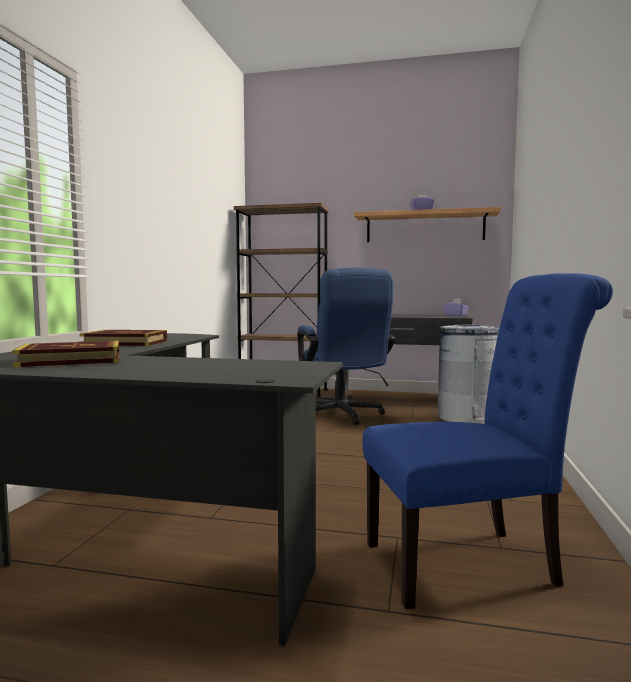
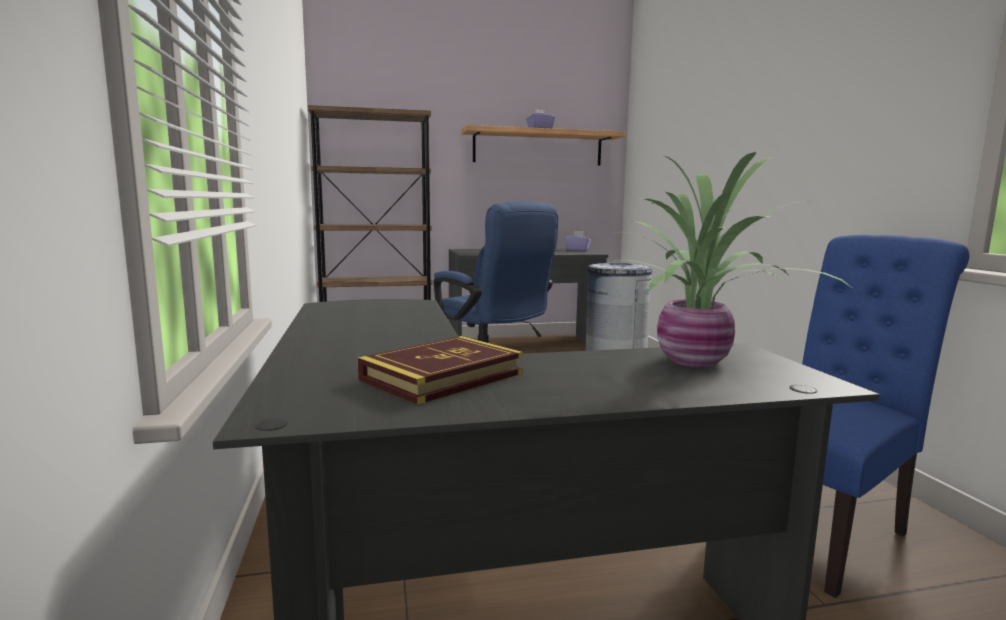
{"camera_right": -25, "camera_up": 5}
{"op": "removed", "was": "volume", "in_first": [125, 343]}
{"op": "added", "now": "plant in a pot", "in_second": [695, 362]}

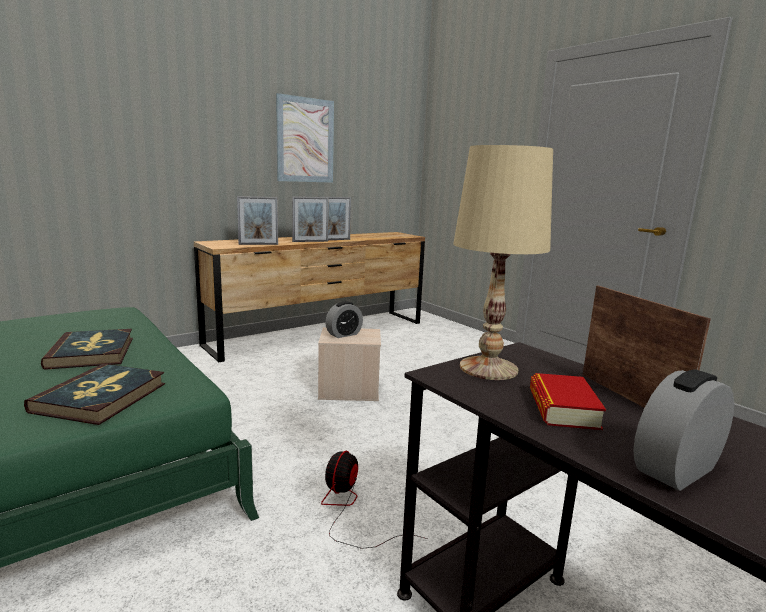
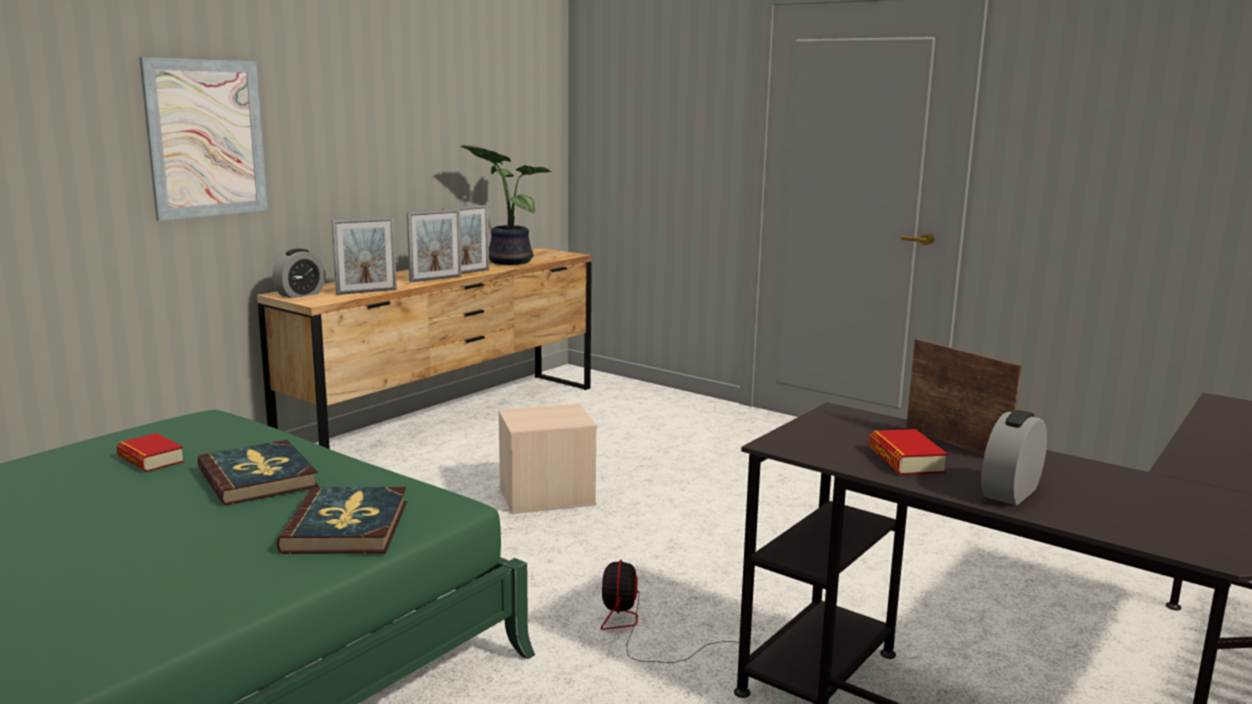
{"camera_right": -15, "camera_up": 0}
{"op": "removed", "was": "sand-coloured tabletop lamp", "in_first": [488, 369]}
{"op": "added", "now": "volume", "in_second": [151, 459]}
{"op": "added", "now": "plant in a pot", "in_second": [507, 261]}
{"op": "moved", "was": "wall art", "in_first": [305, 140], "in_second": [206, 138]}
{"op": "moved", "was": "table clock", "in_first": [344, 334], "in_second": [300, 294]}

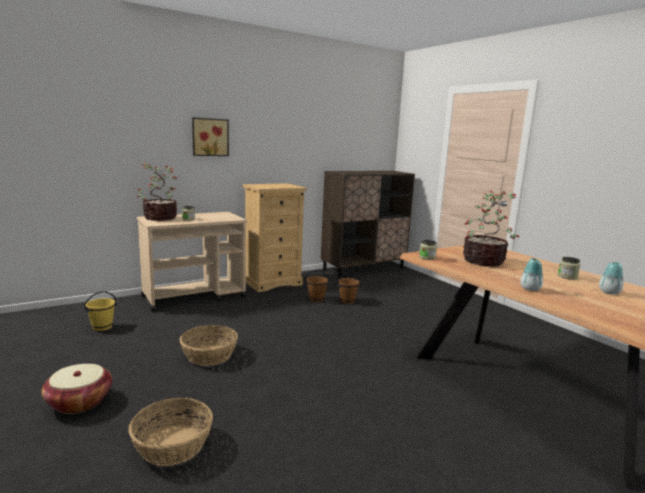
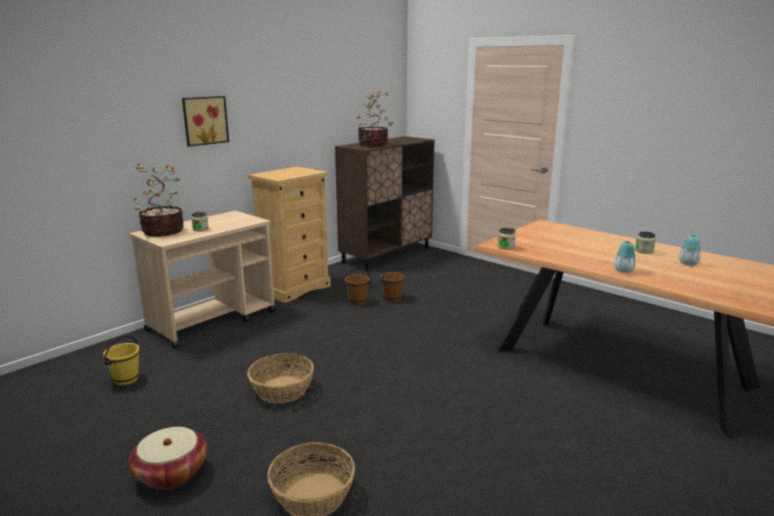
{"camera_right": -15, "camera_up": 5}
{"op": "moved", "was": "plant in a pot", "in_first": [484, 261], "in_second": [374, 145]}

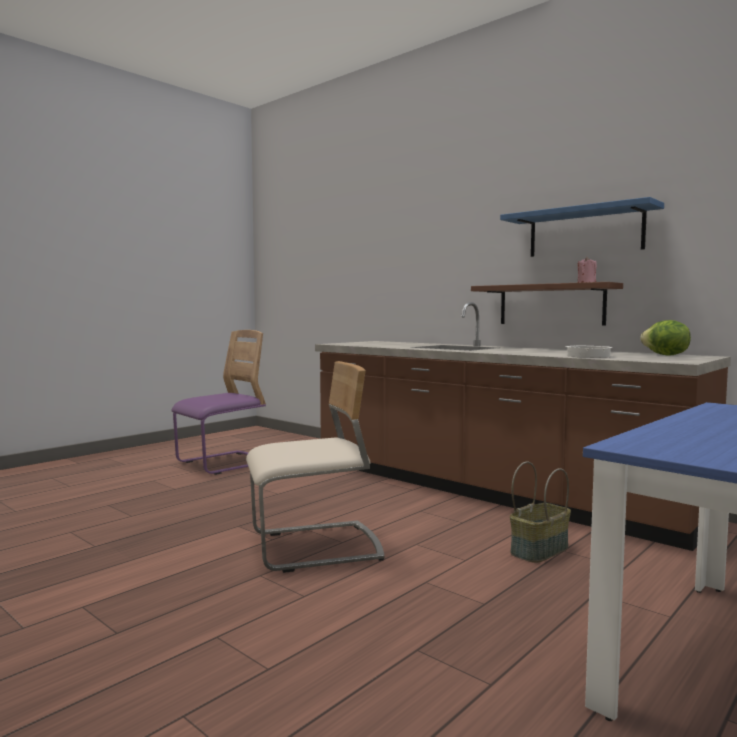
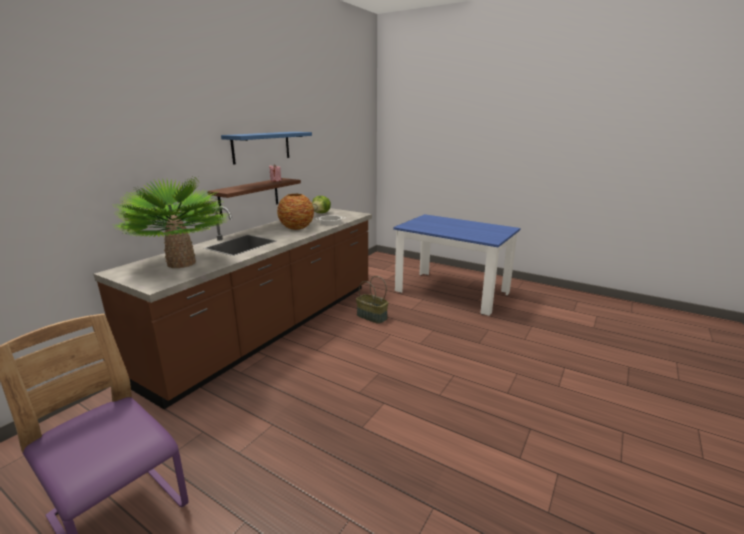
{"camera_right": -100, "camera_up": 15}
{"op": "removed", "was": "sand-coloured upright chair", "in_first": [315, 548]}
{"op": "added", "now": "plant in a pot", "in_second": [181, 263]}
{"op": "added", "now": "decorative vase", "in_second": [296, 227]}

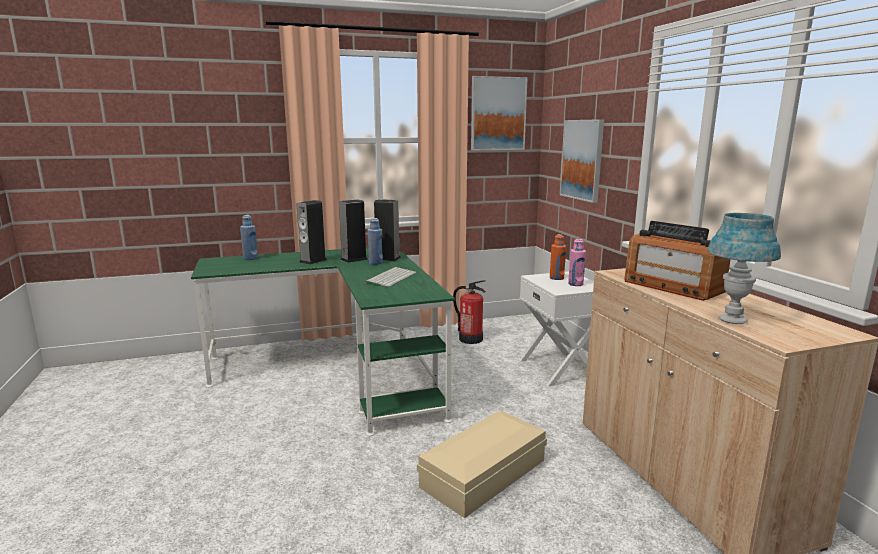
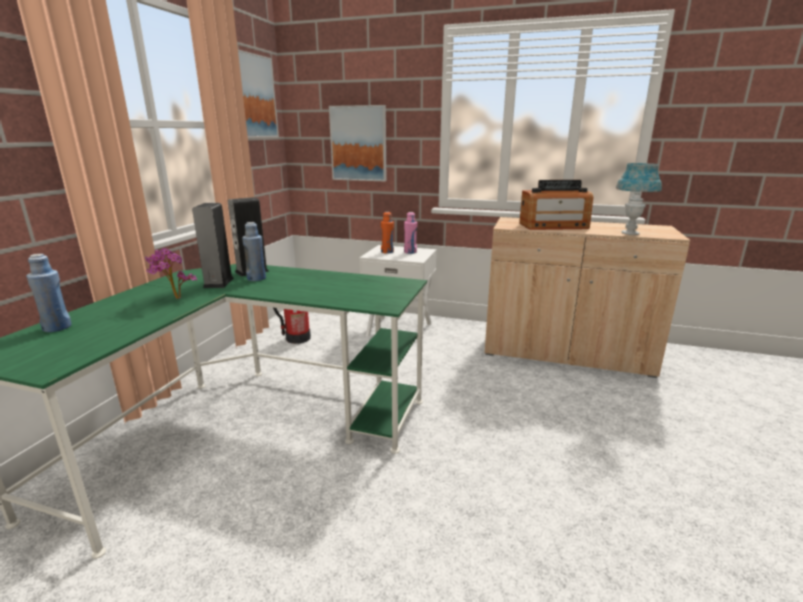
{"camera_right": -55, "camera_up": 5}
{"op": "removed", "was": "PC keyboard", "in_first": [391, 277]}
{"op": "removed", "was": "sand-coloured storage container", "in_first": [486, 473]}
{"op": "replaced", "was": "loudspeaker", "now": "plant in a pot", "in_first": [313, 261], "in_second": [174, 299]}

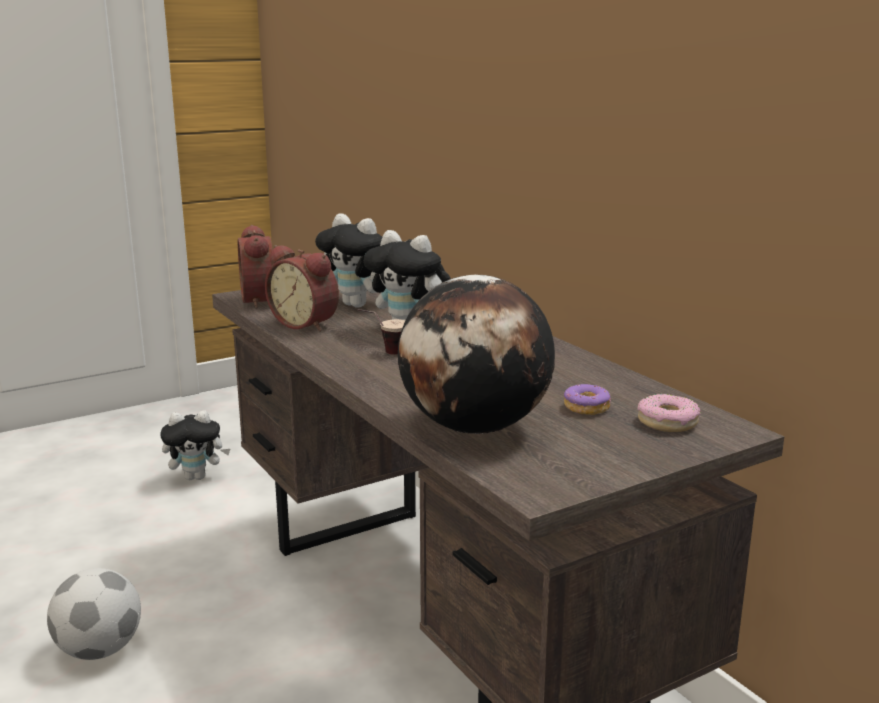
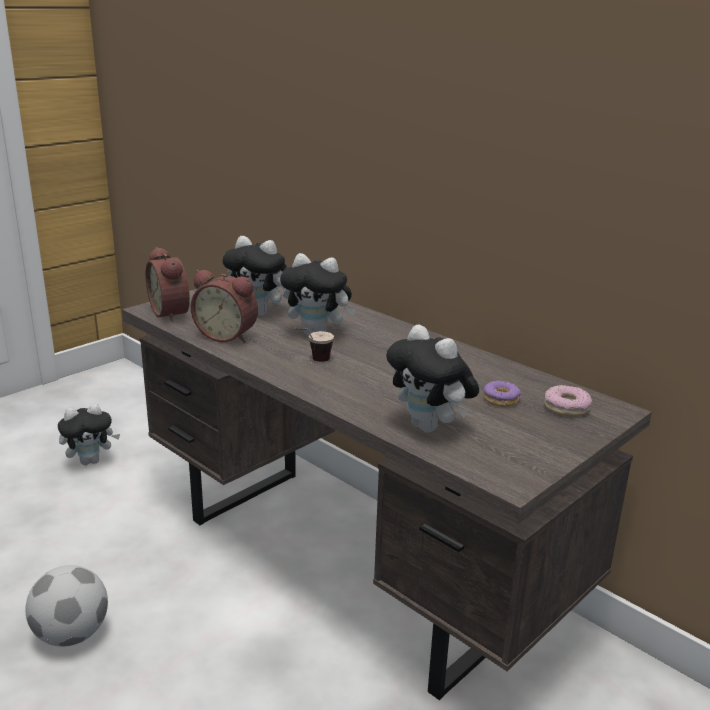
{"camera_right": -15, "camera_up": 5}
{"op": "replaced", "was": "globe", "now": "cuddly toy", "in_first": [475, 427], "in_second": [430, 427]}

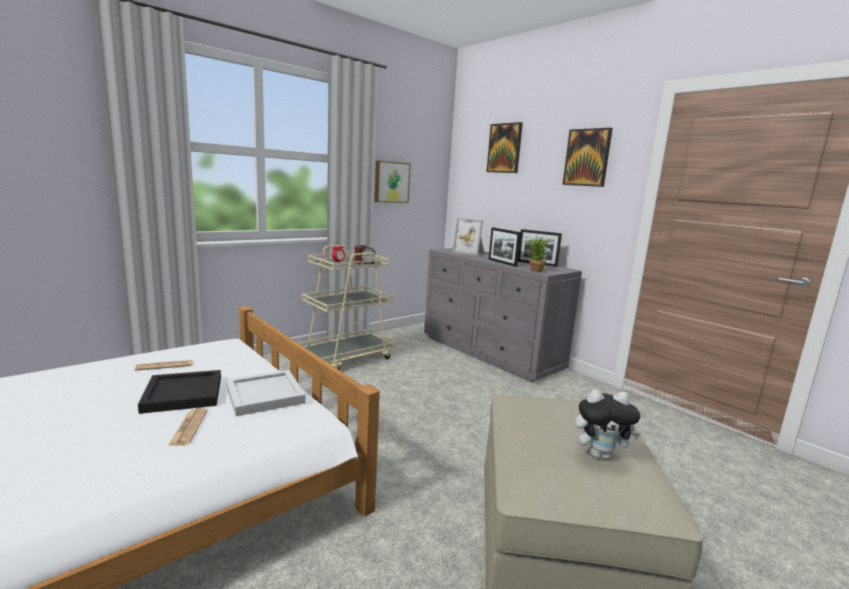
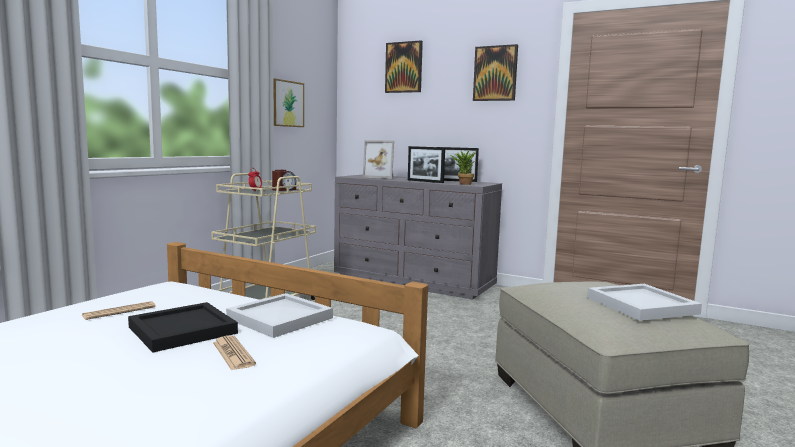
{"camera_right": -20, "camera_up": -5}
{"op": "replaced", "was": "cuddly toy", "now": "whitish carrying tray", "in_first": [600, 455], "in_second": [641, 305]}

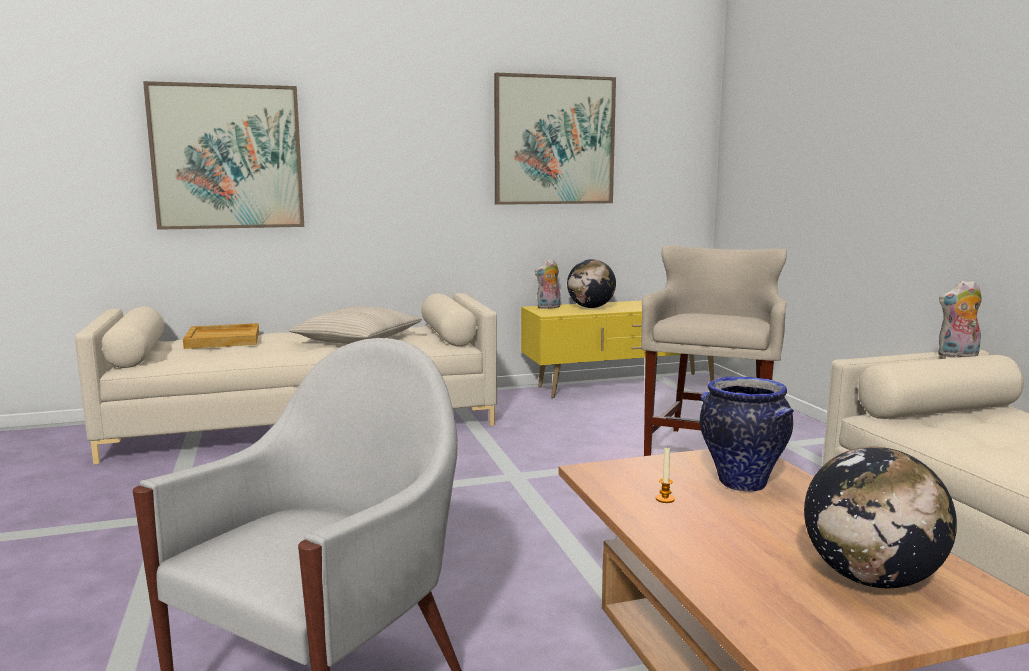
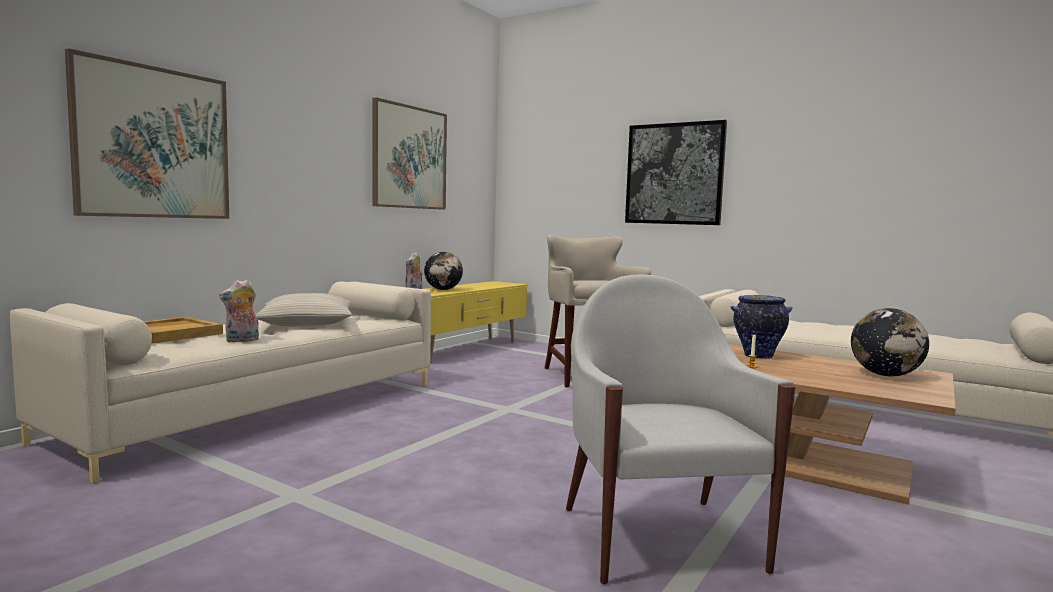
{"camera_right": -40, "camera_up": -5}
{"op": "added", "now": "wall art", "in_second": [674, 174]}
{"op": "moved", "was": "cuddly toy", "in_first": [957, 356], "in_second": [242, 340]}

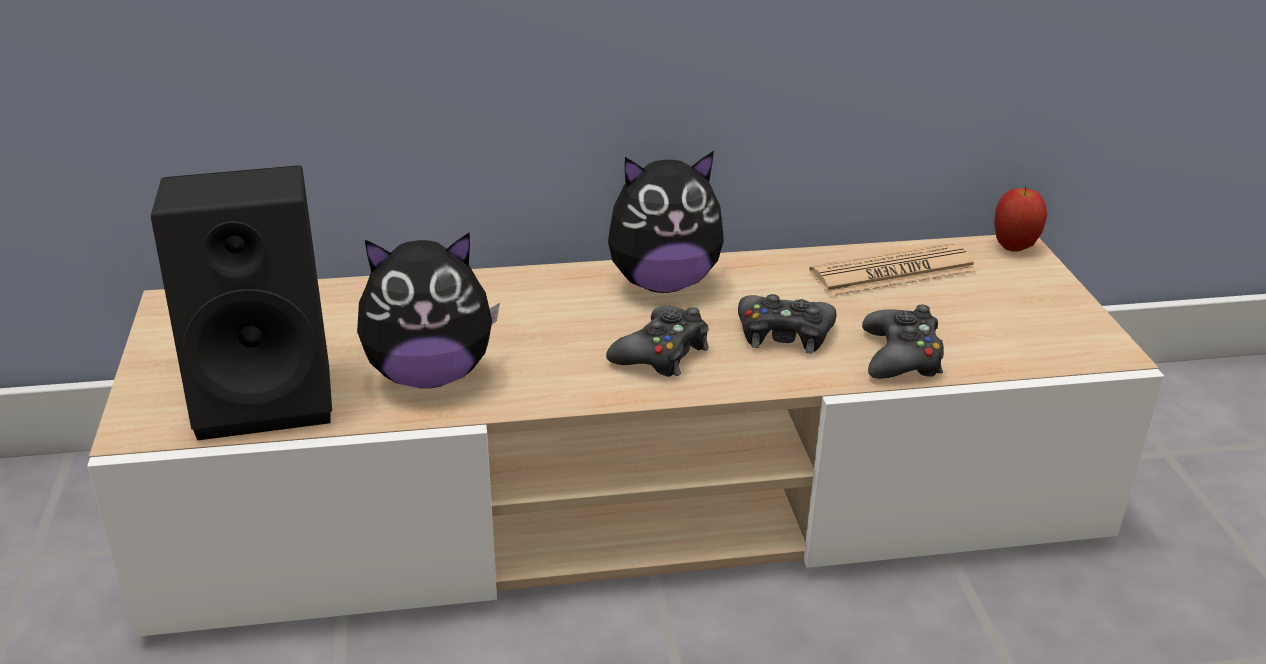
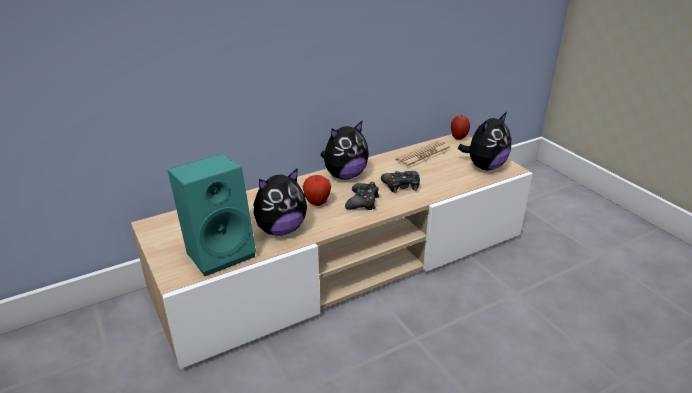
{"camera_right": -20, "camera_up": 0}
{"op": "removed", "was": "blackish gamepad", "in_first": [901, 357]}
{"op": "added", "now": "whole apple", "in_second": [317, 203]}
{"op": "added", "now": "cuddly toy", "in_second": [484, 166]}
{"op": "recoloured", "was": "blackish loudspeaker", "now": "turquoise-coloured loudspeaker", "in_first": [269, 394], "in_second": [220, 251]}

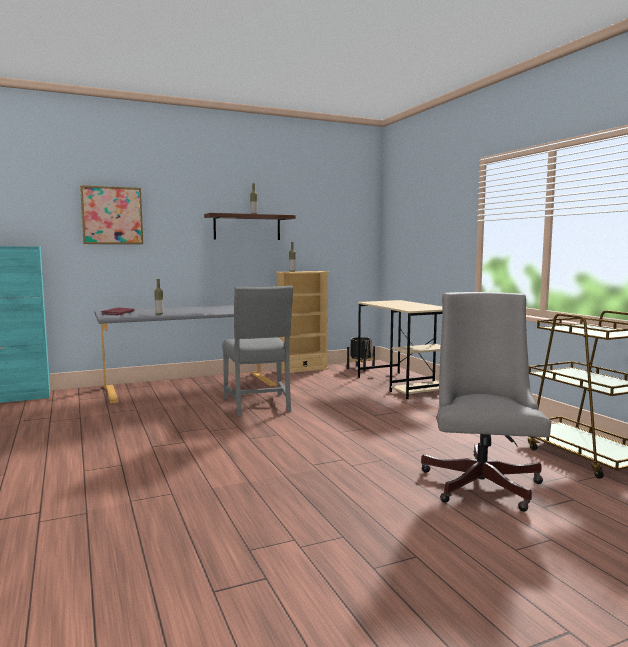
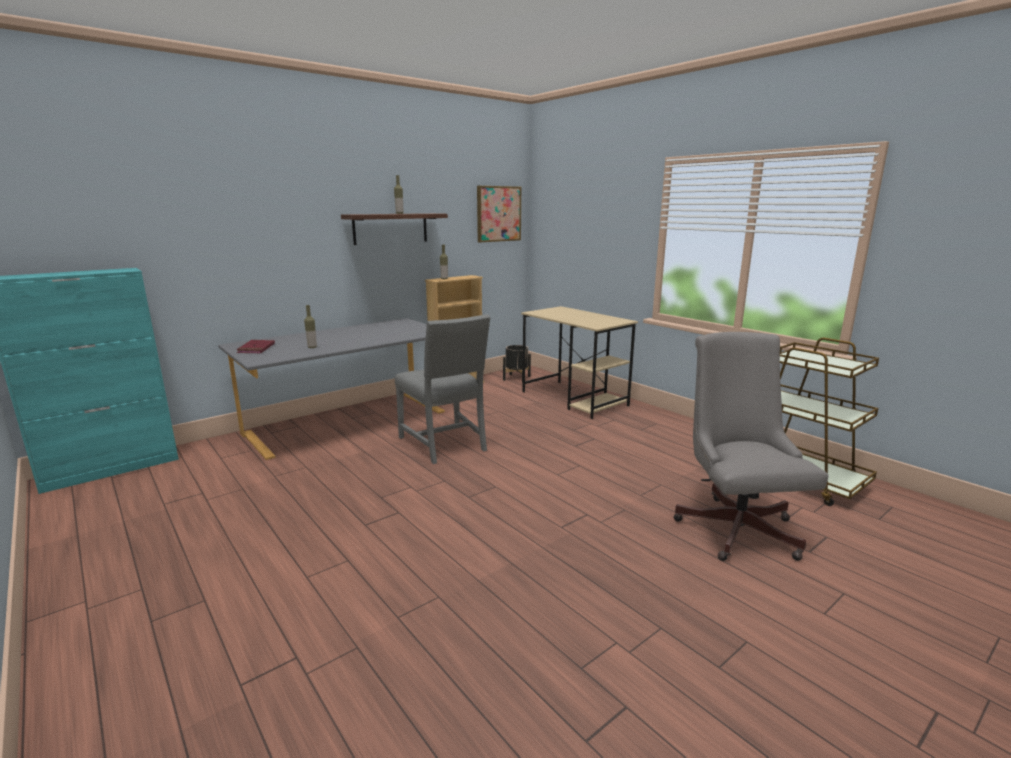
{"camera_right": -15, "camera_up": 10}
{"op": "moved", "was": "wall art", "in_first": [112, 215], "in_second": [498, 214]}

